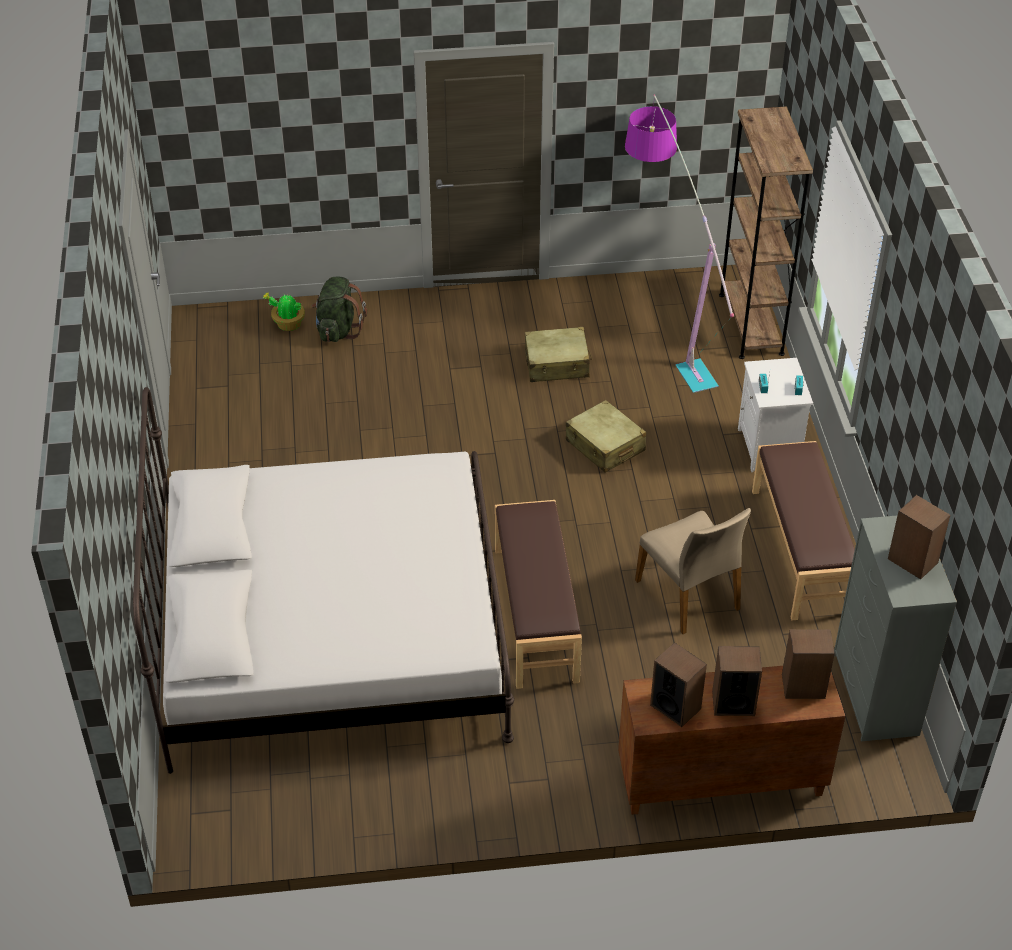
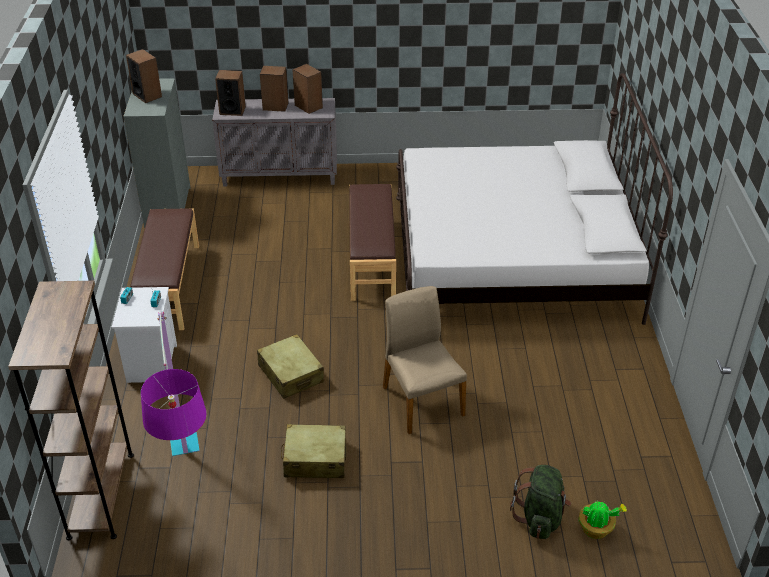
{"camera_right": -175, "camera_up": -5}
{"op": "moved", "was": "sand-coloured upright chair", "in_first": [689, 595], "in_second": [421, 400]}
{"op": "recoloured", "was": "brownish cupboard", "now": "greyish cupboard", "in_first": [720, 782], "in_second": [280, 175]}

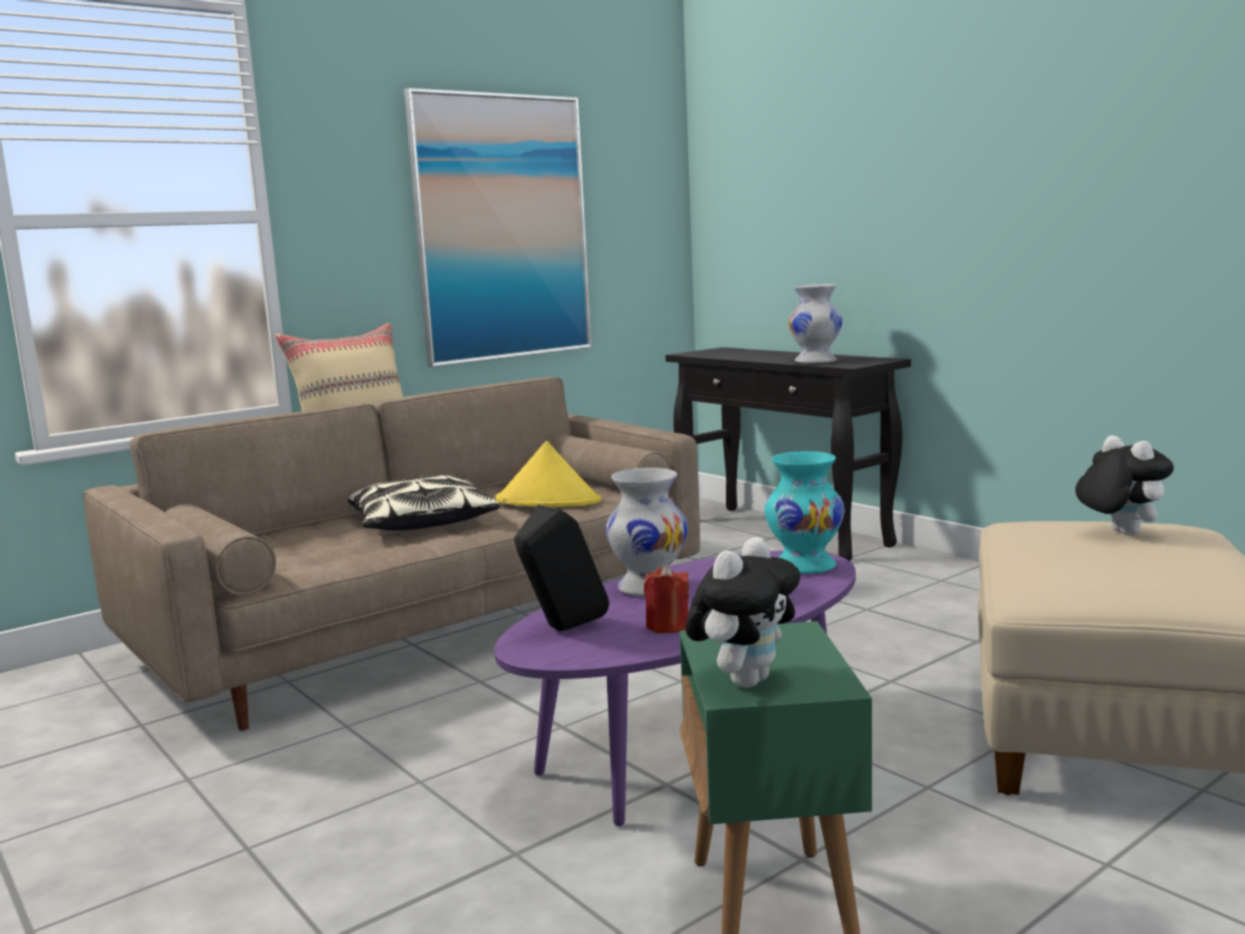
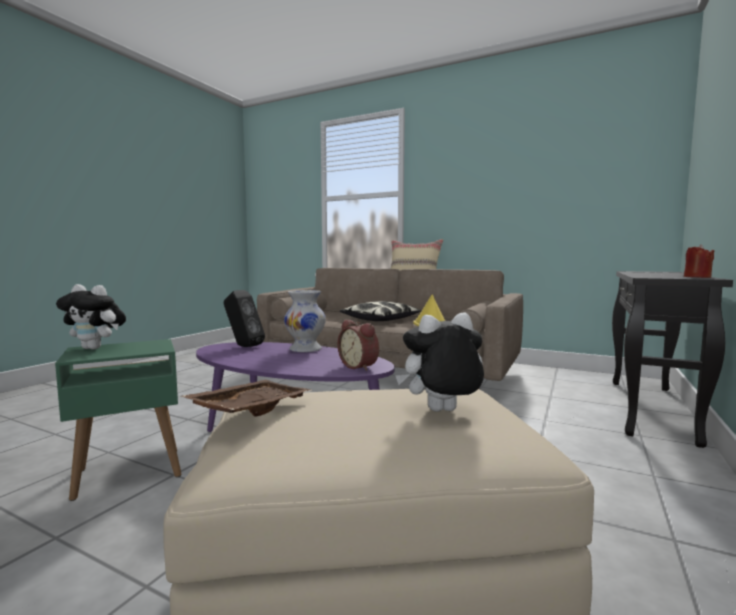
{"camera_right": 65, "camera_up": -5}
{"op": "removed", "was": "wall art", "in_first": [502, 228]}
{"op": "removed", "was": "whitish decorative vase", "in_first": [816, 362]}
{"op": "added", "now": "brownish carrying tray", "in_second": [250, 409]}
{"op": "moved", "was": "red-coloured wax light", "in_first": [667, 626], "in_second": [697, 277]}
{"op": "replaced", "was": "turquoise-coloured decorative vase", "now": "table clock", "in_first": [805, 566], "in_second": [360, 366]}
{"op": "turned", "was": "cuddly toy", "in_first": [1119, 533], "in_second": [441, 412], "clockwise": -150}

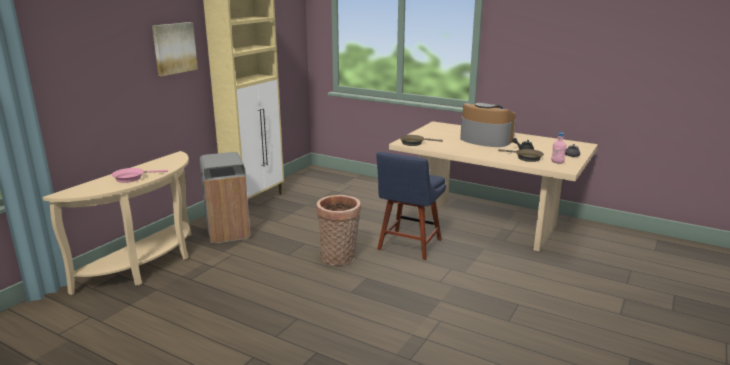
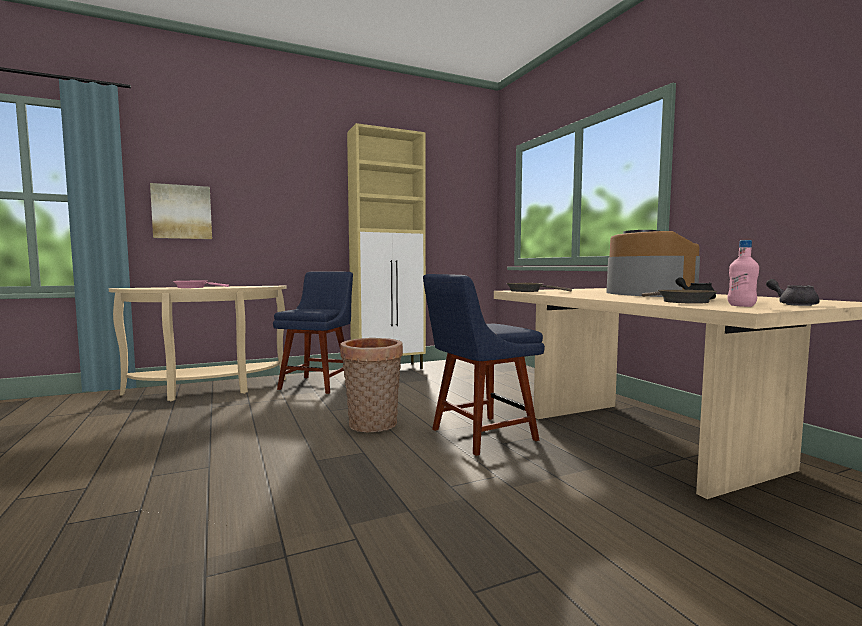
{"camera_right": 35, "camera_up": -15}
{"op": "moved", "was": "wall art", "in_first": [174, 48], "in_second": [182, 212]}
{"op": "replaced", "was": "greyish trash can", "now": "blue-coloured upright chair", "in_first": [228, 232], "in_second": [318, 384]}

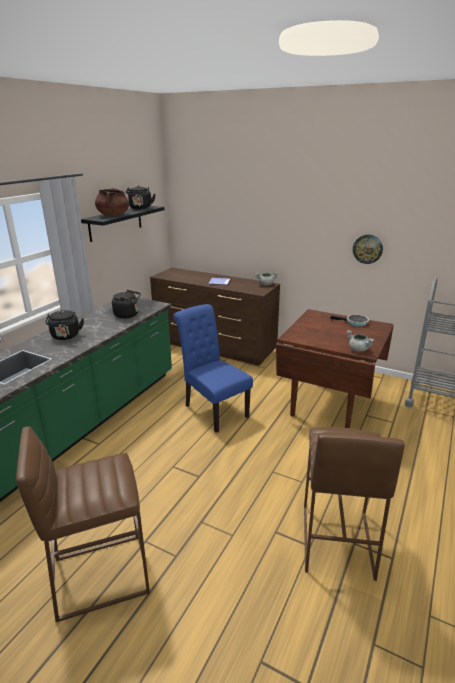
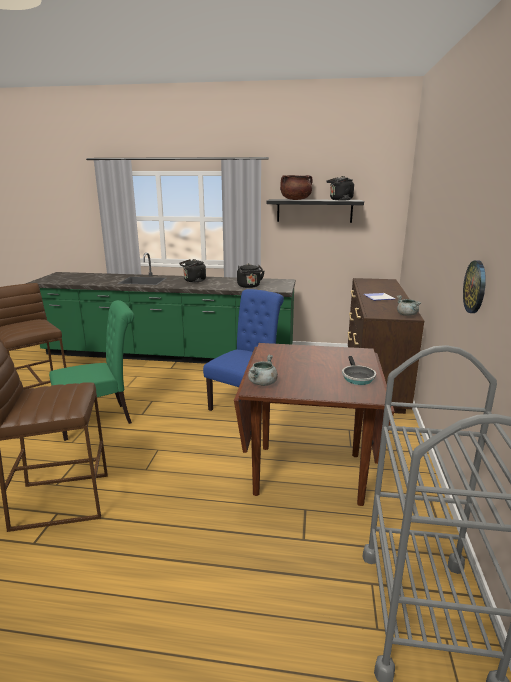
{"camera_right": 70, "camera_up": -5}
{"op": "added", "now": "green upright chair", "in_second": [100, 420]}

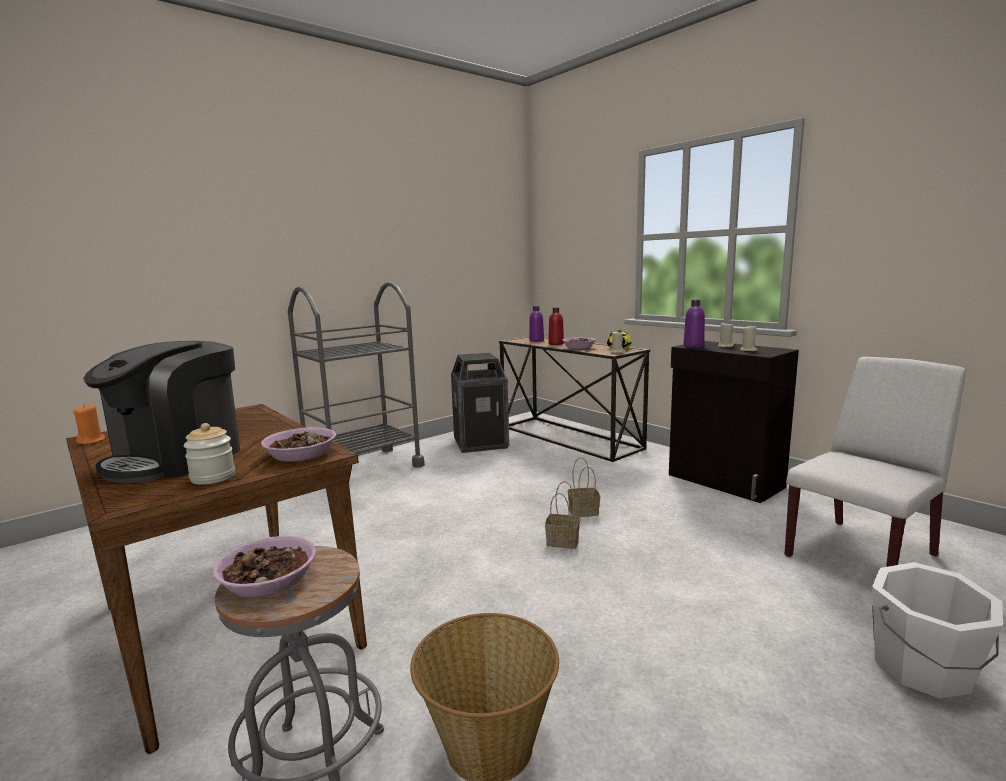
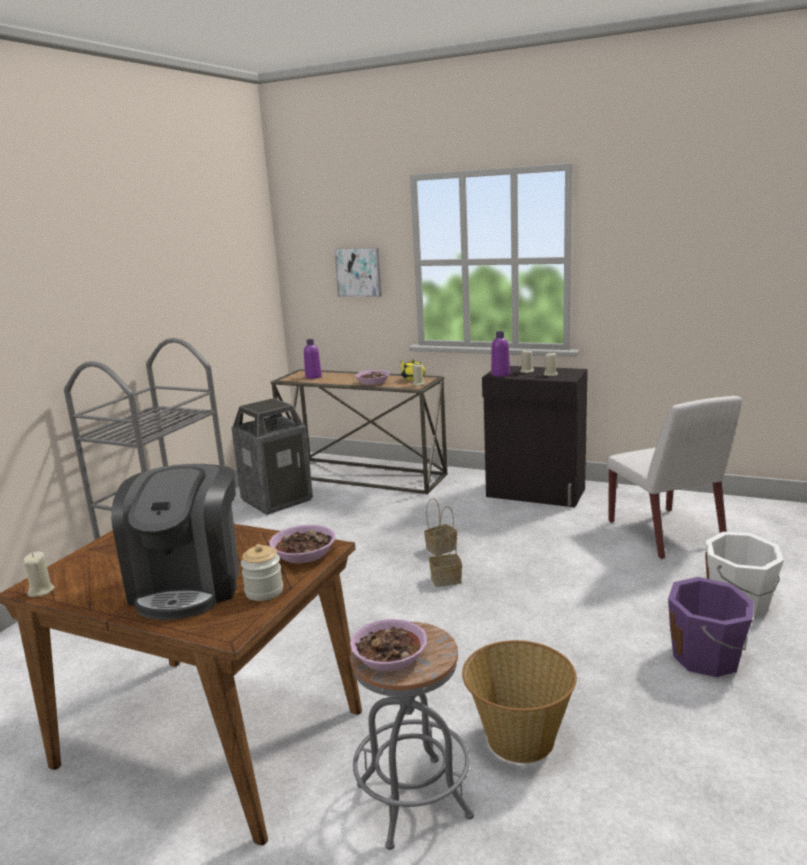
{"camera_right": -25, "camera_up": 5}
{"op": "removed", "was": "red-coloured drink bottle", "in_first": [556, 344]}
{"op": "added", "now": "wall art", "in_second": [358, 272]}
{"op": "added", "now": "purple bucket", "in_second": [707, 657]}
{"op": "recoloured", "was": "orange wax light", "now": "sand-coloured wax light", "in_first": [91, 441], "in_second": [41, 591]}
{"op": "turned", "was": "whitish upright chair", "in_first": [861, 555], "in_second": [666, 534], "clockwise": 135}

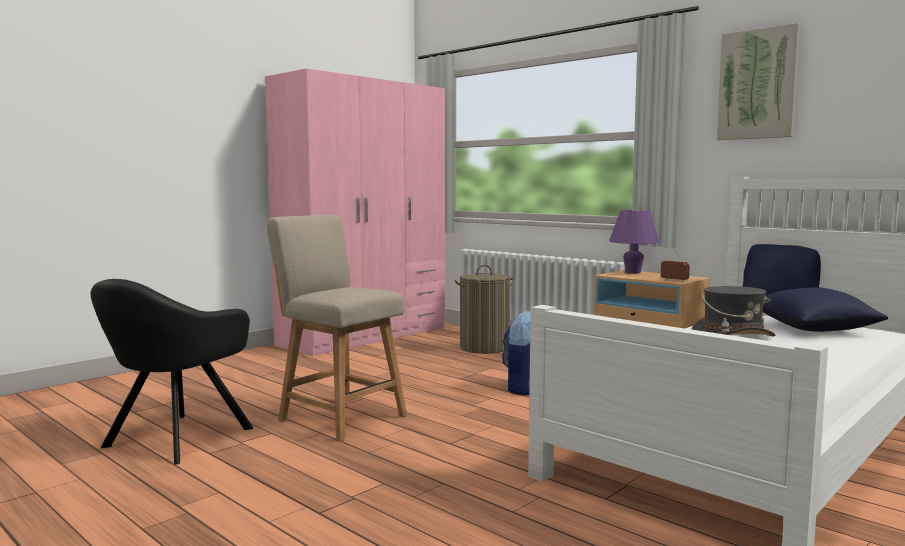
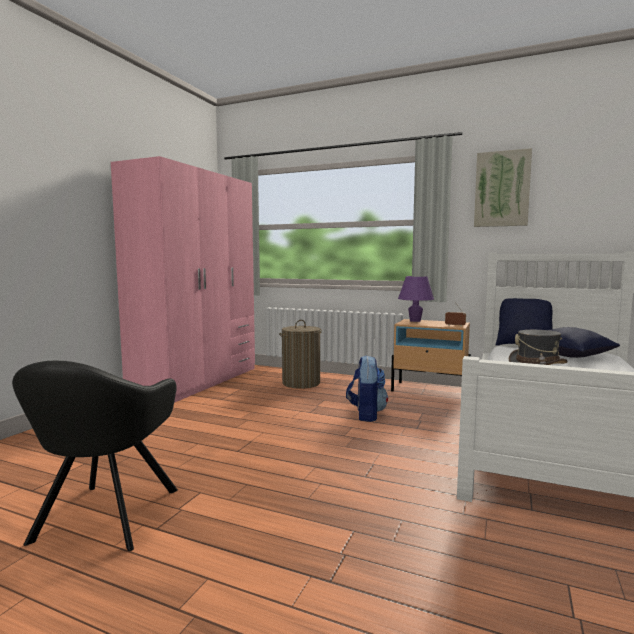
{"camera_right": -20, "camera_up": 0}
{"op": "removed", "was": "sand-coloured upright chair", "in_first": [338, 417]}

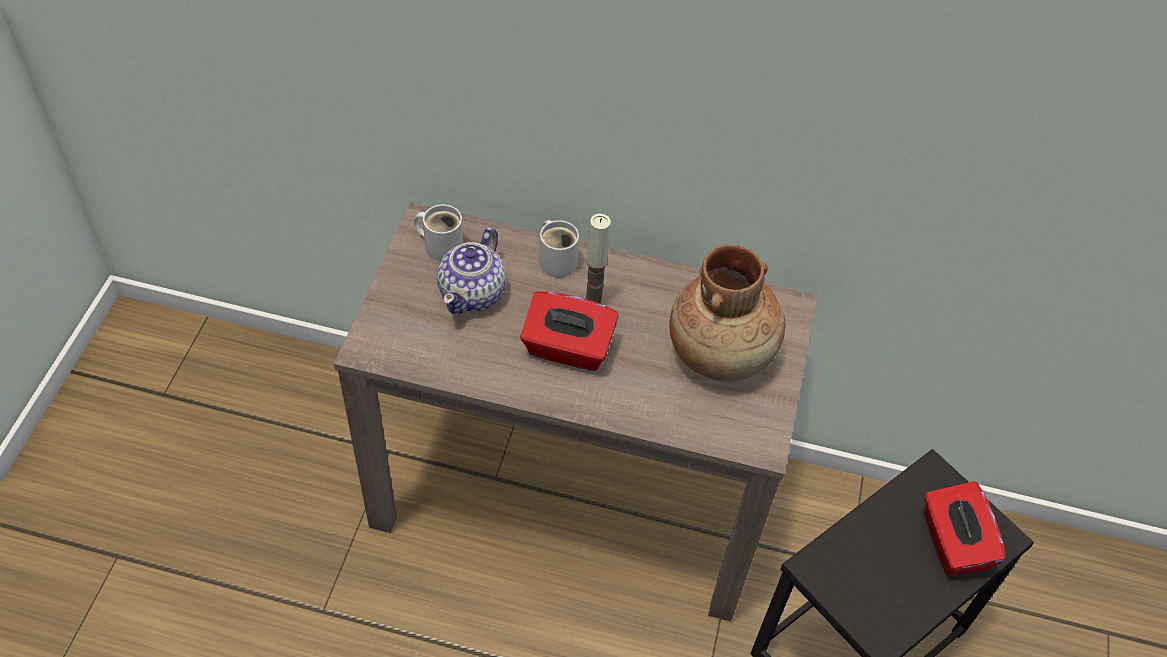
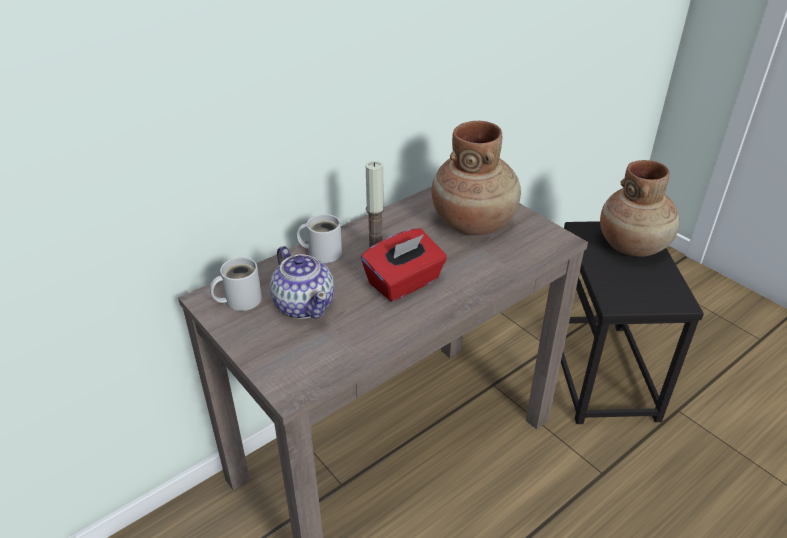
{"camera_right": -50, "camera_up": -15}
{"op": "replaced", "was": "red-coloured box of tissues", "now": "brownish decorative vase", "in_first": [952, 543], "in_second": [633, 245]}

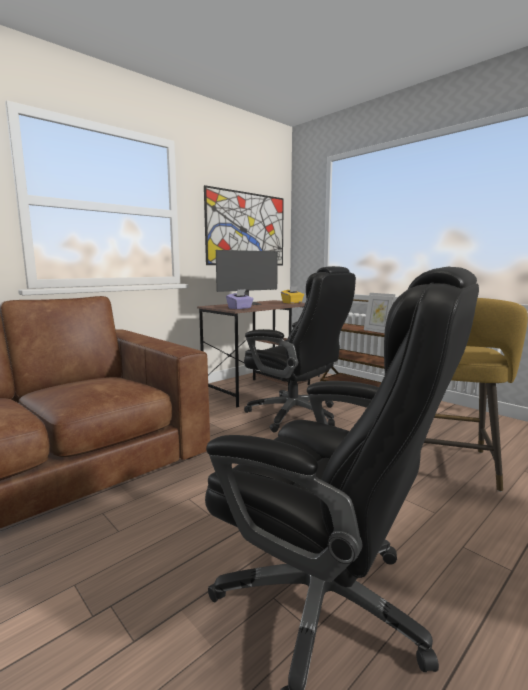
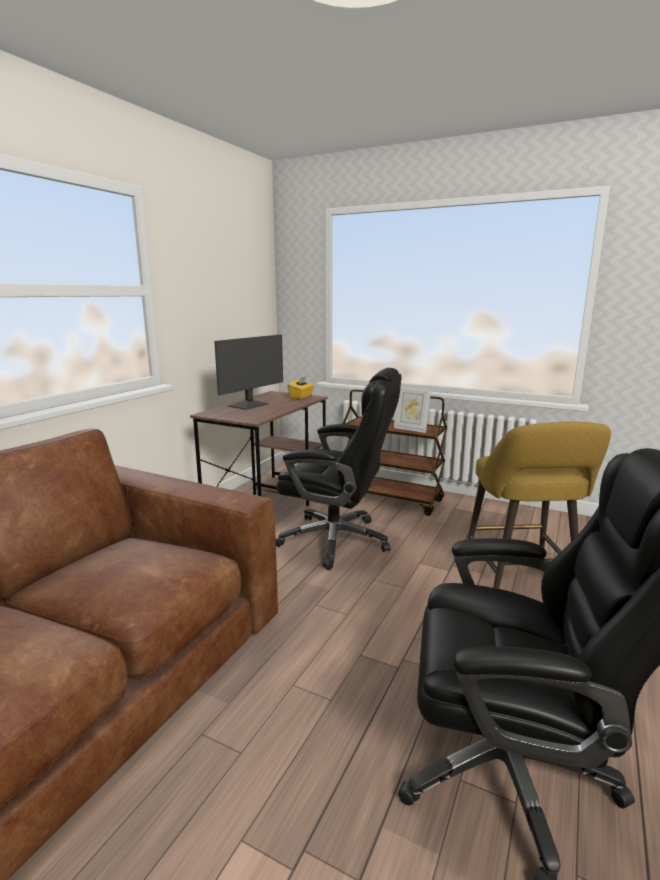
{"camera_right": -20, "camera_up": 5}
{"op": "removed", "was": "wall art", "in_first": [246, 229]}
{"op": "removed", "was": "purple box of tissues", "in_first": [240, 308]}

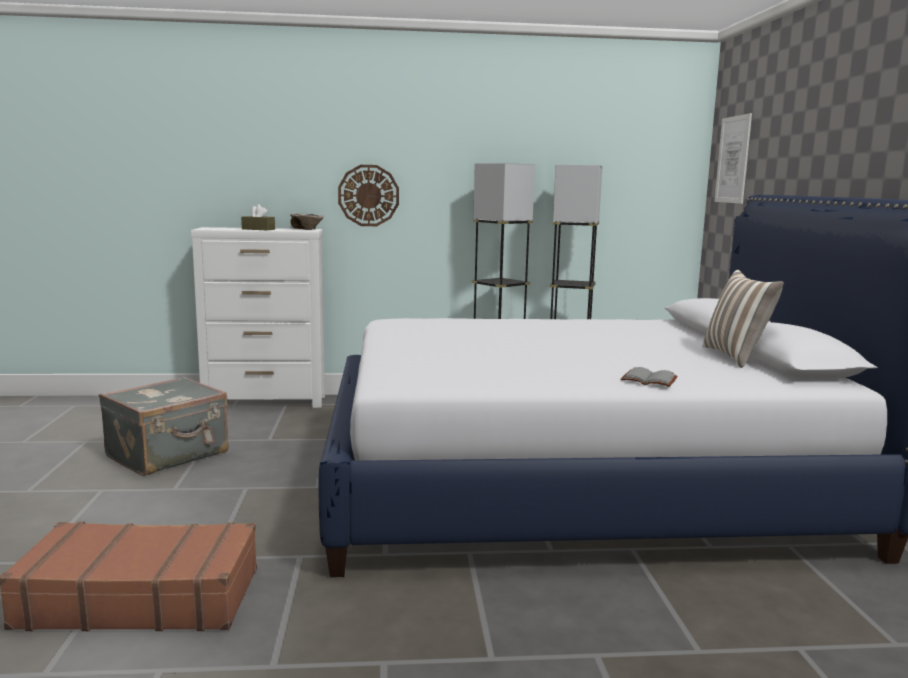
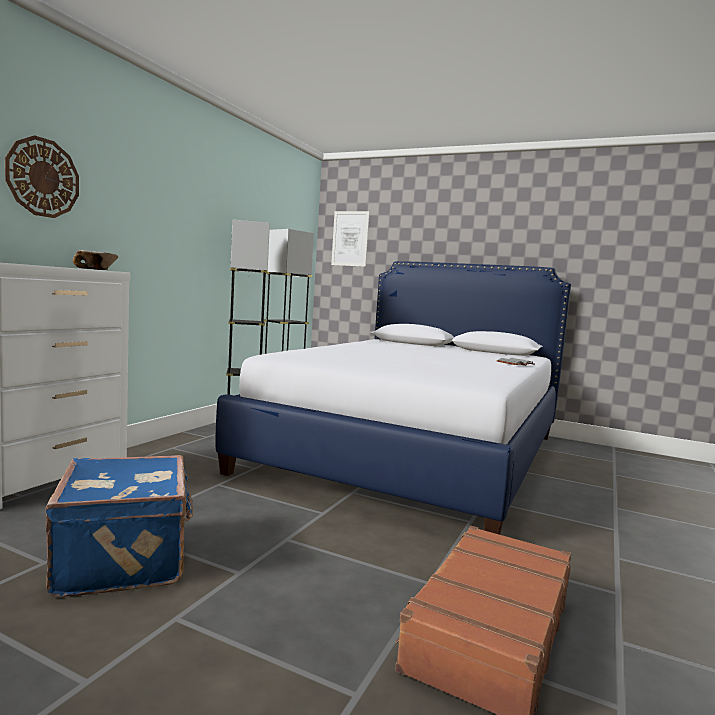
{"camera_right": -60, "camera_up": -5}
{"op": "removed", "was": "brownish box of tissues", "in_first": [258, 229]}
{"op": "removed", "was": "pillow", "in_first": [736, 357]}
{"op": "moved", "was": "clock on the wall", "in_first": [368, 195], "in_second": [43, 177]}
{"op": "recoloured", "was": "greyish suitcase", "now": "blue-coloured suitcase", "in_first": [169, 455], "in_second": [126, 558]}

